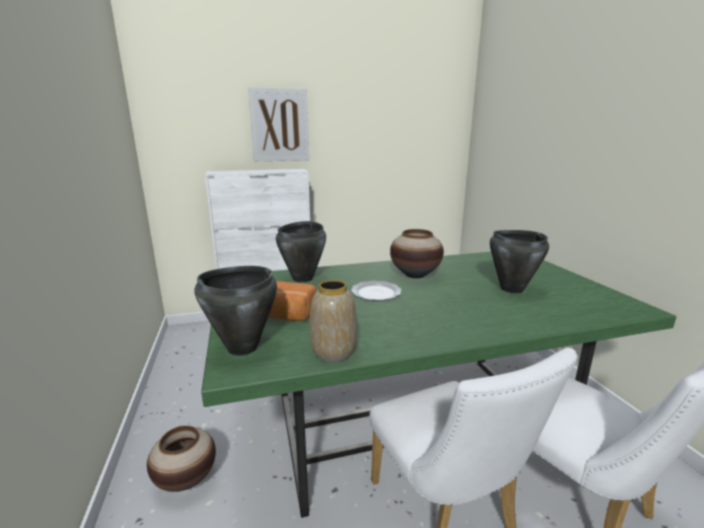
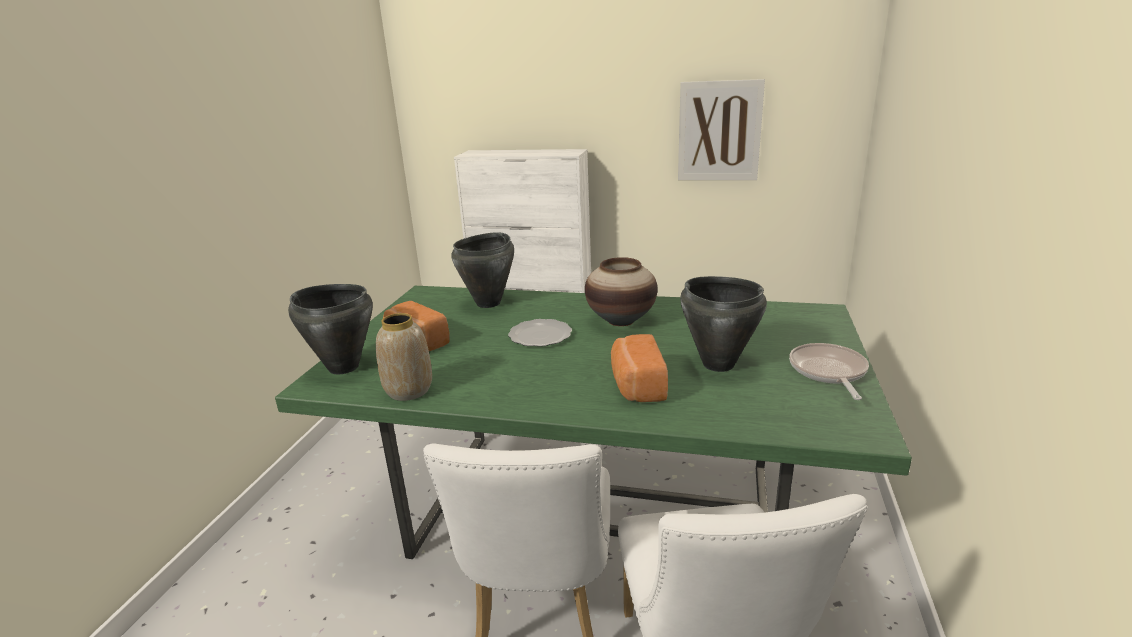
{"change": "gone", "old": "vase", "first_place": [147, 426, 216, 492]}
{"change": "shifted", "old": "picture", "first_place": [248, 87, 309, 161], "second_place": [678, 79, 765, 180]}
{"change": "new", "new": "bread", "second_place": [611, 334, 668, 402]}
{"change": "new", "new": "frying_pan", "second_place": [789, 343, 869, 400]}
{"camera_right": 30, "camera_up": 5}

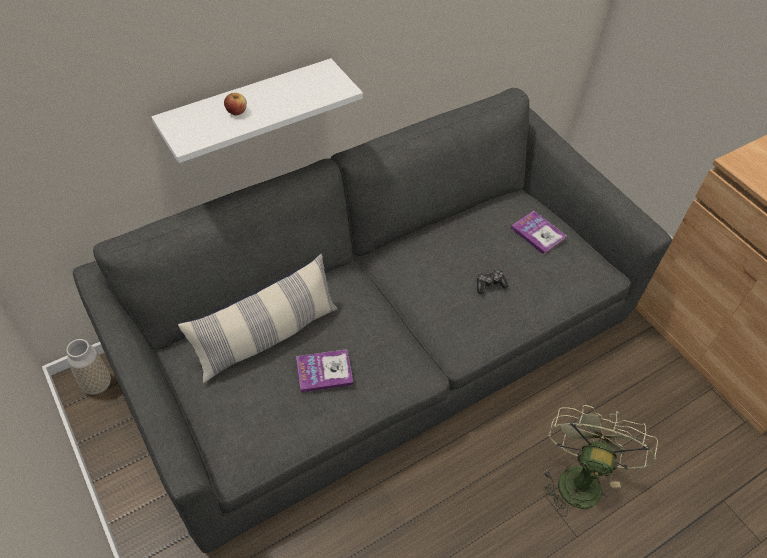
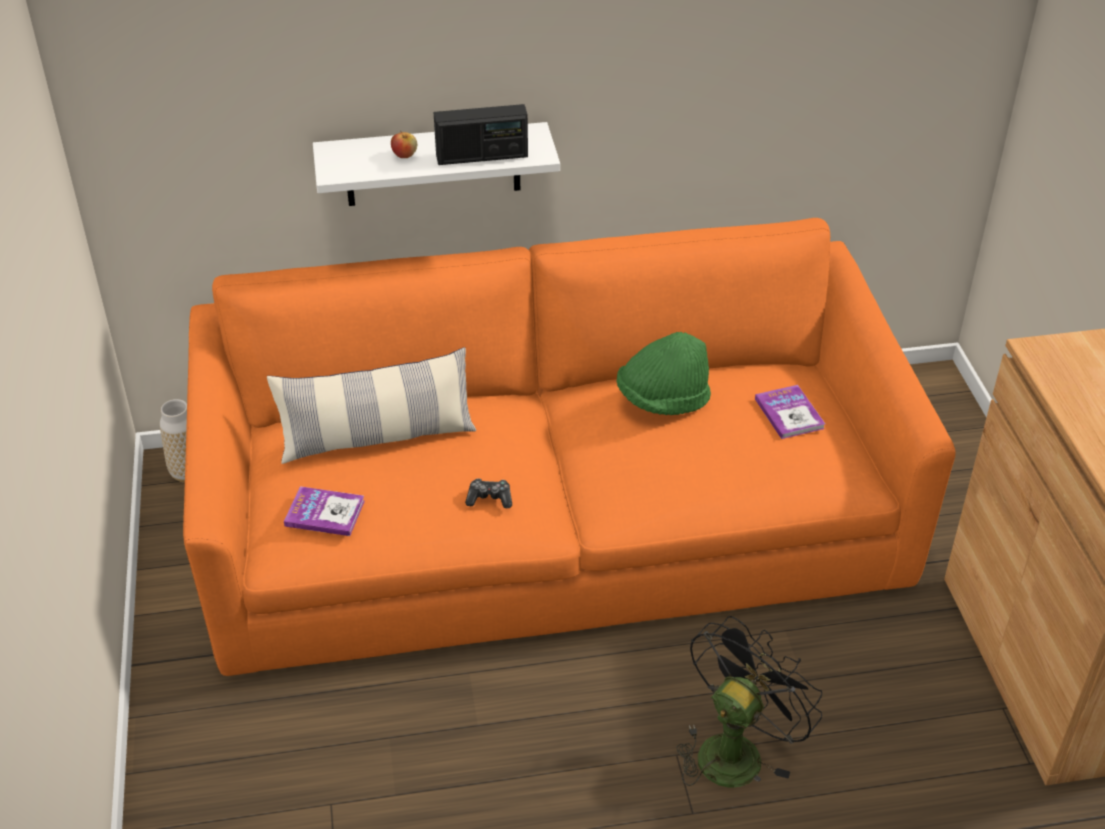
{"change": "repainted", "old": "grey_sofa", "new": "orange_sofa", "first_place": [73, 88, 672, 553], "second_place": [183, 218, 956, 676]}
{"change": "shifted", "old": "book", "first_place": [296, 349, 353, 392], "second_place": [284, 486, 365, 536]}
{"change": "shifted", "old": "game_controller", "first_place": [477, 269, 508, 294], "second_place": [465, 478, 512, 508]}
{"change": "repainted", "old": "green_fan", "new": "black_fan", "first_place": [543, 405, 658, 517], "second_place": [676, 616, 822, 788]}
{"change": "new", "new": "radio", "second_place": [434, 104, 528, 165]}
{"change": "new", "new": "green_hat", "second_place": [617, 332, 711, 415]}
{"camera_right": 25, "camera_up": -10}

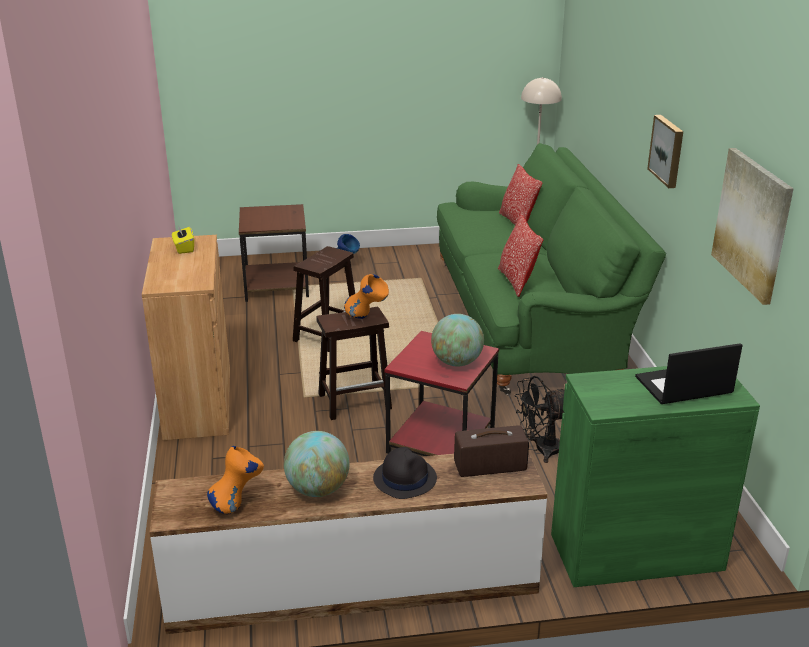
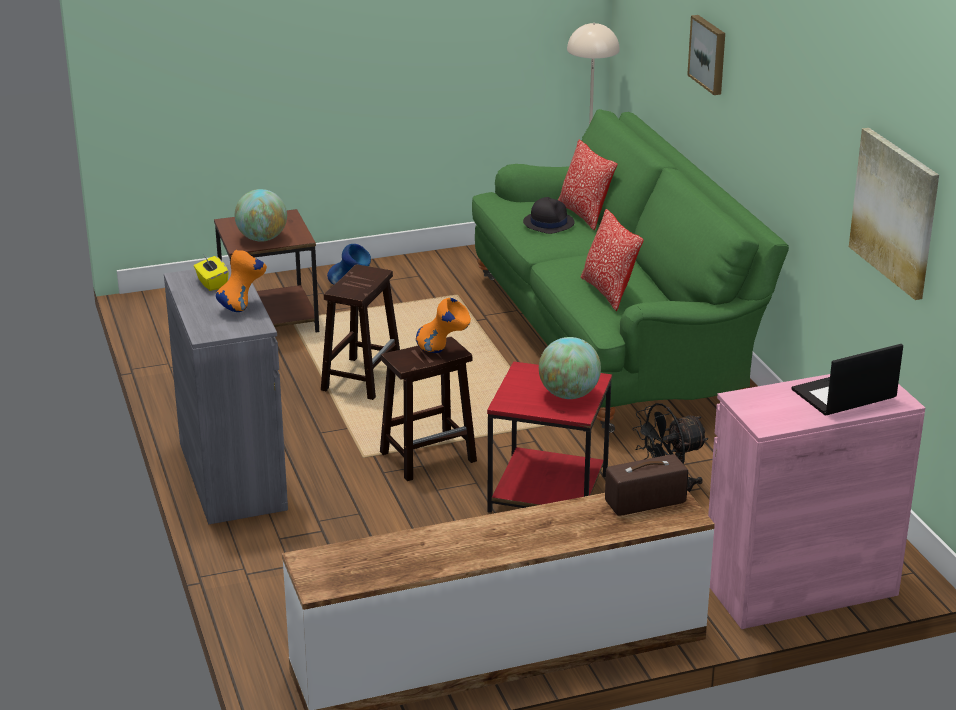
{"change": "repainted", "old": "brown_cabinet", "new": "grey_cabinet", "first_place": [142, 235, 230, 440], "second_place": [164, 264, 288, 525]}
{"change": "shifted", "old": "orange_vase", "first_place": [207, 446, 264, 514], "second_place": [216, 250, 267, 312]}
{"change": "shifted", "old": "globe", "first_place": [284, 431, 350, 497], "second_place": [235, 189, 287, 242]}
{"change": "shifted", "old": "black_hat", "first_place": [373, 447, 437, 499], "second_place": [523, 197, 575, 234]}
{"change": "repainted", "old": "green_cabinet", "new": "pink_cabinet", "first_place": [551, 366, 760, 587], "second_place": [708, 374, 925, 629]}
{"change": "shifted", "old": "picture", "first_place": [647, 115, 683, 188], "second_place": [687, 15, 725, 95]}
{"camera_right": -10, "camera_up": 0}

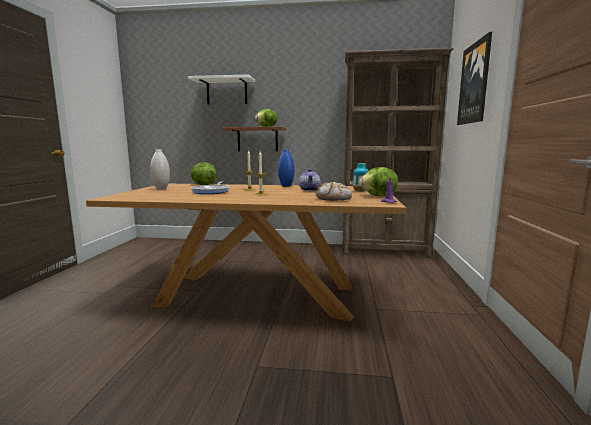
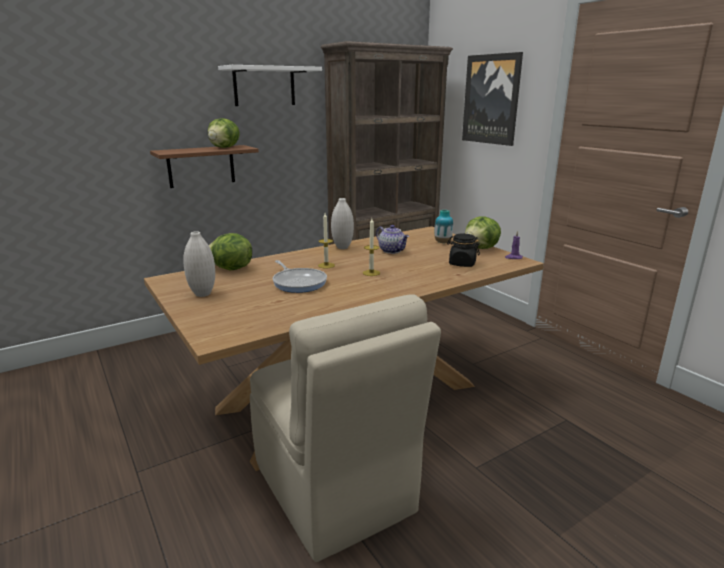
{"change": "shifted", "old": "white_shelf", "first_place": [188, 74, 255, 105], "second_place": [218, 65, 322, 106]}
{"change": "repainted", "old": "blue_vase", "new": "white_vase", "first_place": [278, 149, 295, 187], "second_place": [331, 198, 354, 249]}
{"change": "swapped", "old": "bread", "new": "black_jar", "first_place": [316, 182, 352, 201], "second_place": [447, 233, 480, 267]}
{"change": "new", "new": "beige_chair", "second_place": [250, 295, 441, 562]}
{"camera_right": -40, "camera_up": 10}

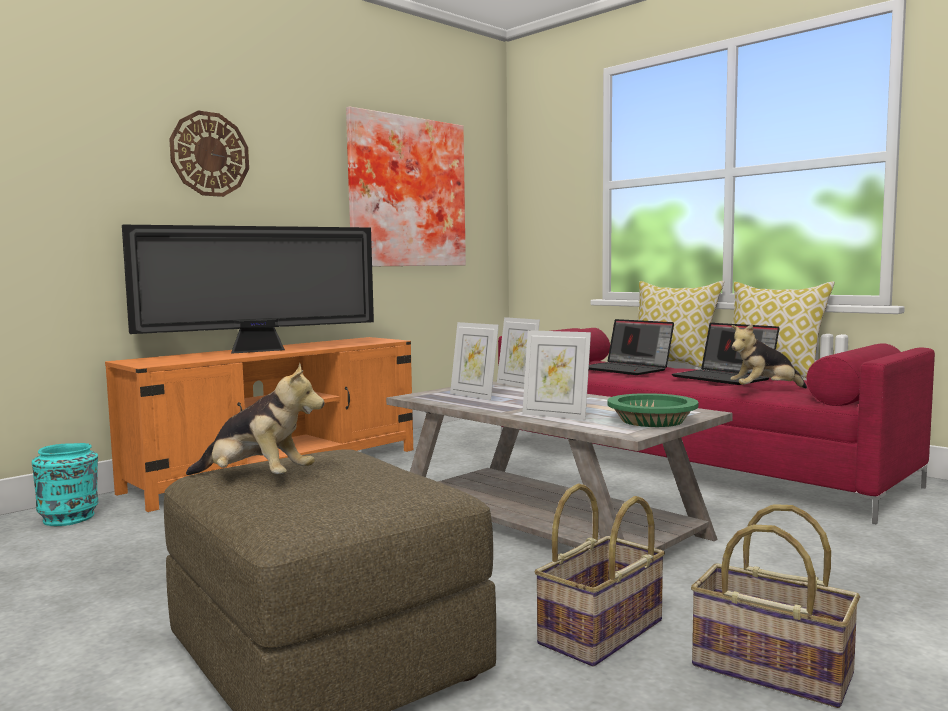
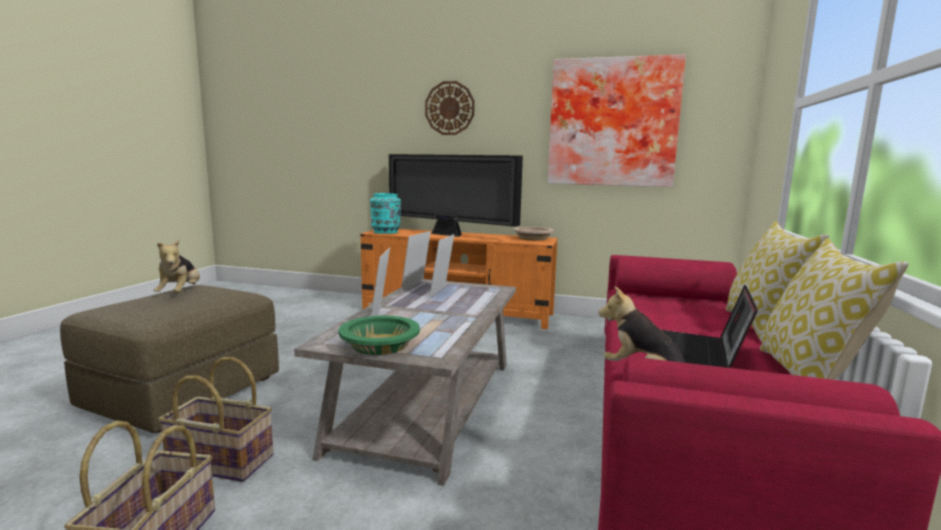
{"change": "shifted", "old": "turquoise_vase", "first_place": [31, 443, 98, 526], "second_place": [370, 193, 401, 234]}
{"change": "shifted", "old": "picture_frame", "first_place": [497, 317, 540, 388], "second_place": [401, 231, 431, 291]}
{"change": "gone", "old": "laptop", "first_place": [589, 319, 674, 375]}
{"change": "new", "new": "beige_bowl", "second_place": [513, 227, 554, 241]}
{"camera_right": 60, "camera_up": 5}

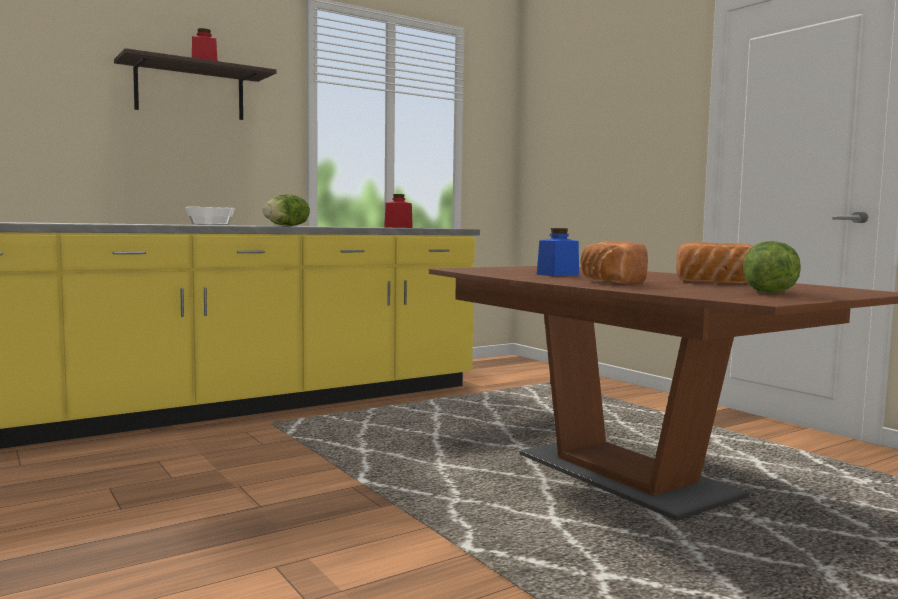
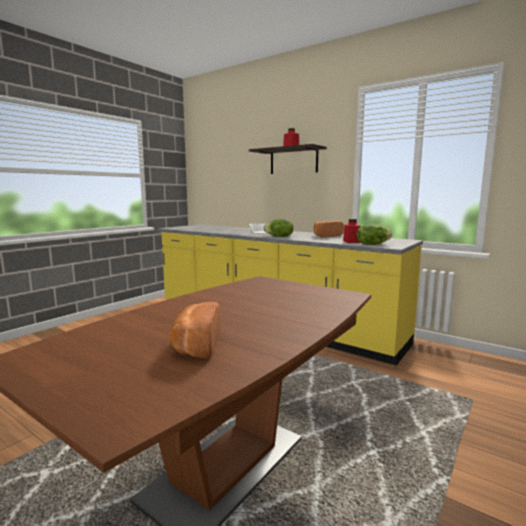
{"change": "gone", "old": "blue_jar", "first_place": [537, 228, 579, 276]}
{"change": "shifted", "old": "bread", "first_place": [581, 241, 648, 284], "second_place": [314, 221, 344, 237]}
{"change": "shifted", "old": "lettuce", "first_place": [743, 241, 801, 293], "second_place": [357, 224, 392, 245]}
{"camera_right": 70, "camera_up": 5}

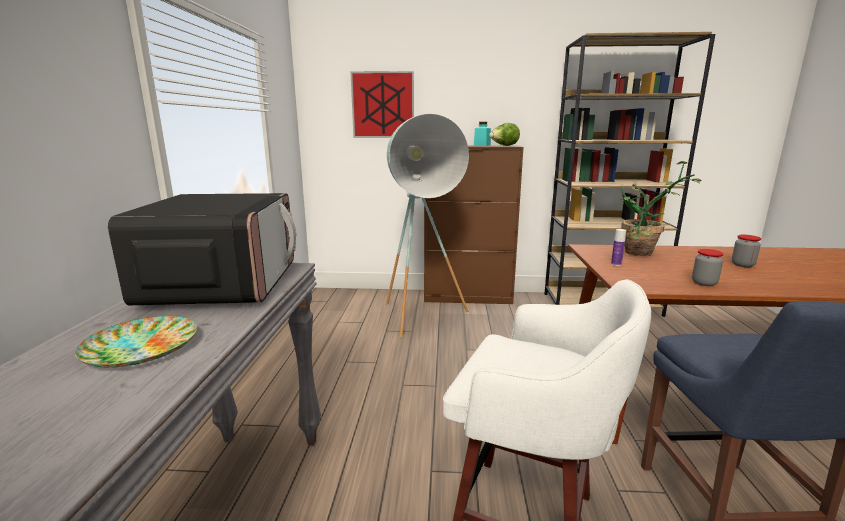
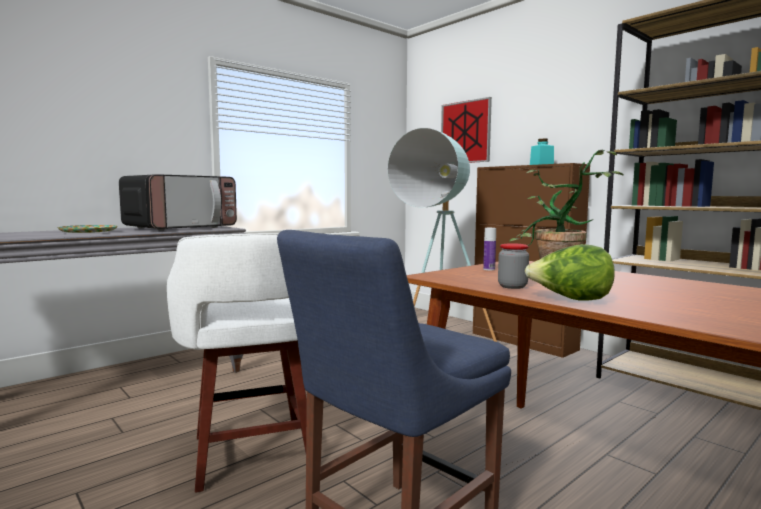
{"change": "shifted", "old": "lettuce", "first_place": [489, 123, 520, 146], "second_place": [525, 244, 615, 301]}
{"change": "gone", "old": "jar", "first_place": [732, 235, 761, 267]}
{"camera_right": 45, "camera_up": -10}

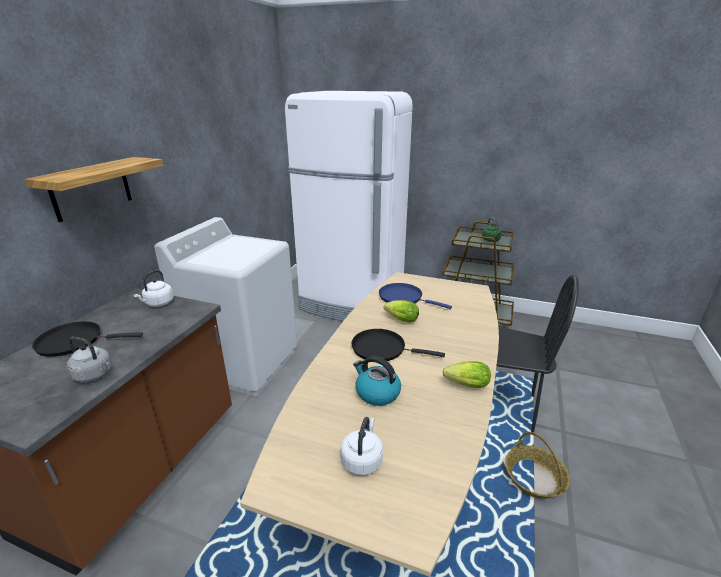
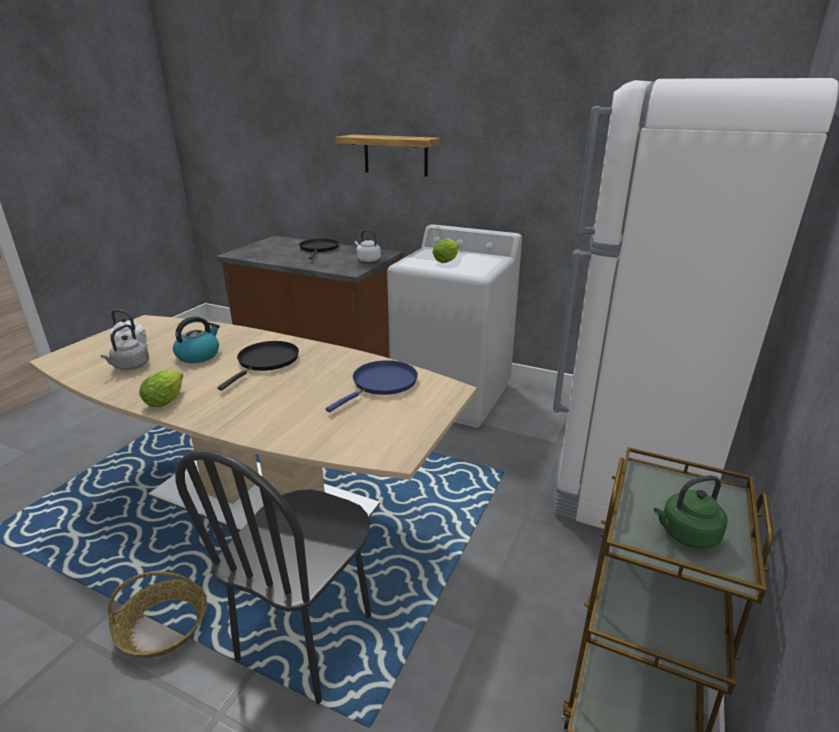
{"change": "shifted", "old": "grey_kettle", "first_place": [67, 337, 112, 382], "second_place": [100, 324, 149, 370]}
{"change": "shifted", "old": "lettuce", "first_place": [384, 300, 419, 323], "second_place": [433, 239, 459, 263]}
{"camera_right": 95, "camera_up": 0}

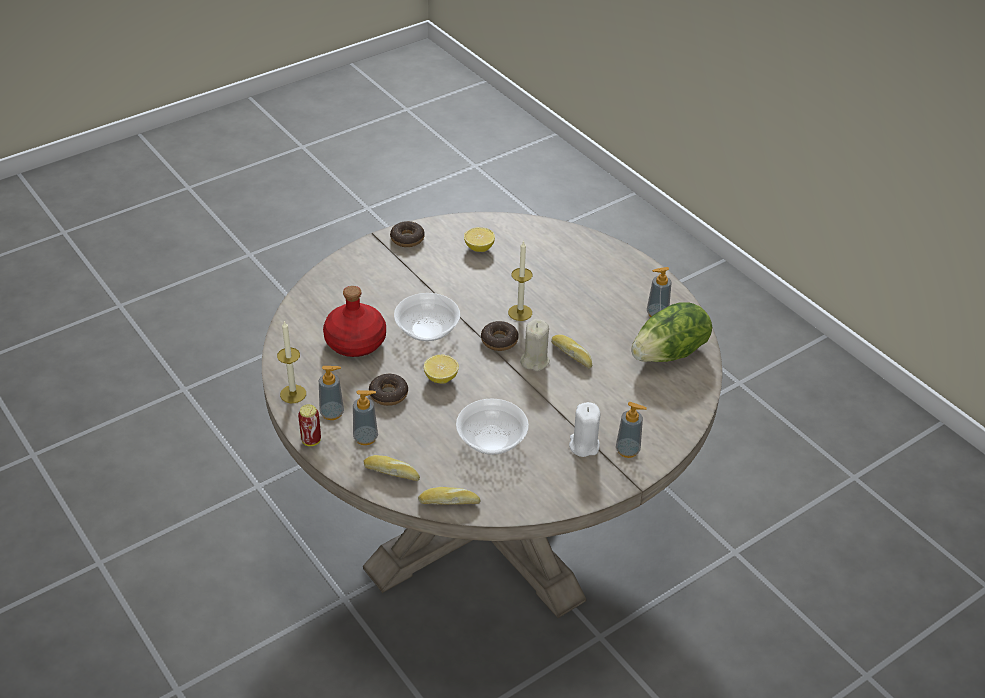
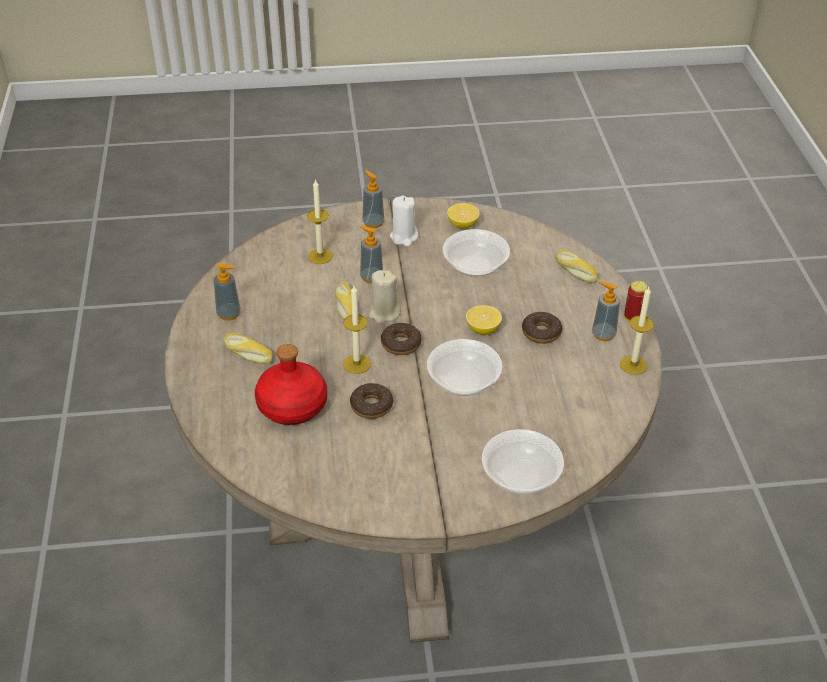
{"change": "shifted", "old": "red_bottle", "first_place": [323, 286, 386, 357], "second_place": [255, 344, 327, 425]}
{"change": "shifted", "old": "soap_dispenser", "first_place": [353, 390, 378, 445], "second_place": [359, 225, 383, 284]}
{"change": "shifted", "old": "donut", "first_place": [390, 221, 425, 247], "second_place": [350, 383, 393, 419]}
{"change": "shifted", "old": "bread", "first_place": [418, 487, 480, 504], "second_place": [223, 333, 273, 364]}
{"change": "shifted", "old": "lemon", "first_place": [464, 227, 495, 252], "second_place": [447, 203, 480, 229]}
{"change": "gone", "old": "lettuce", "first_place": [631, 302, 712, 362]}
{"change": "new", "new": "candle", "second_place": [307, 179, 333, 264]}
{"change": "new", "new": "bowl", "second_place": [482, 429, 564, 494]}
{"camera_right": -150, "camera_up": 0}

